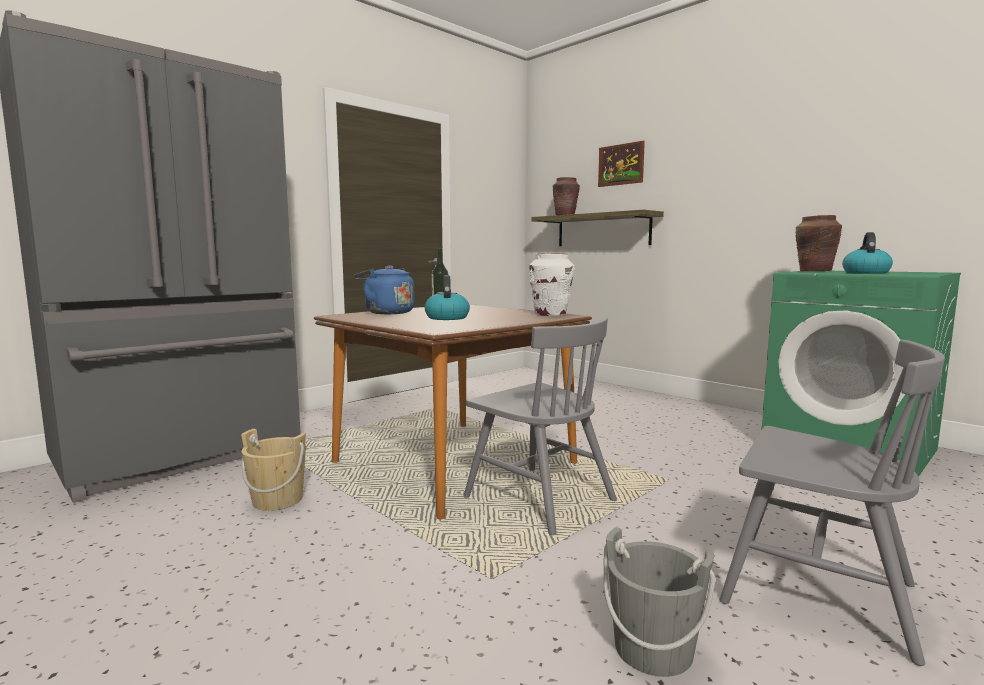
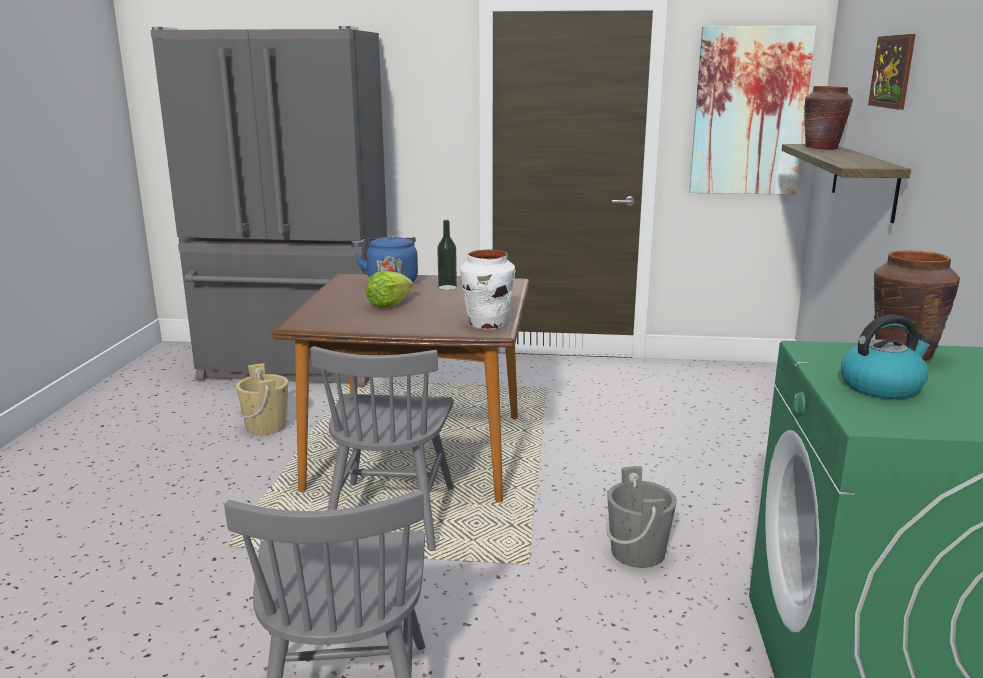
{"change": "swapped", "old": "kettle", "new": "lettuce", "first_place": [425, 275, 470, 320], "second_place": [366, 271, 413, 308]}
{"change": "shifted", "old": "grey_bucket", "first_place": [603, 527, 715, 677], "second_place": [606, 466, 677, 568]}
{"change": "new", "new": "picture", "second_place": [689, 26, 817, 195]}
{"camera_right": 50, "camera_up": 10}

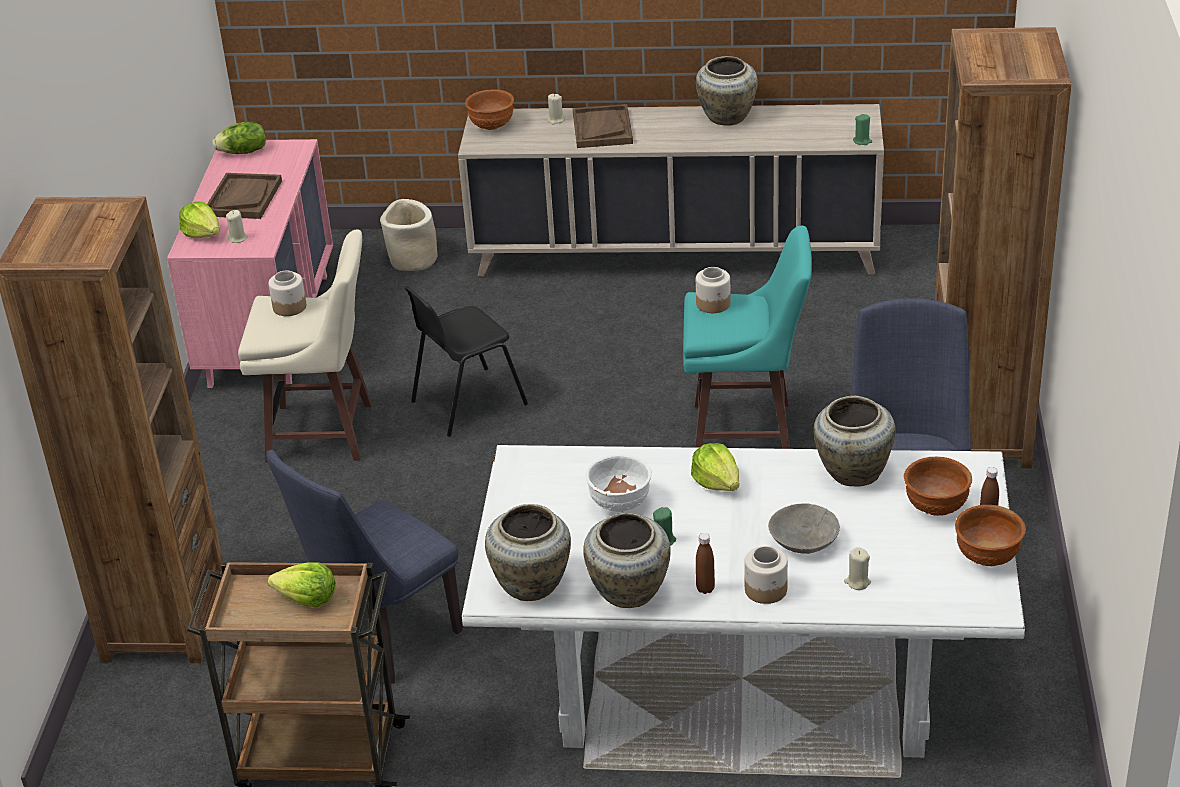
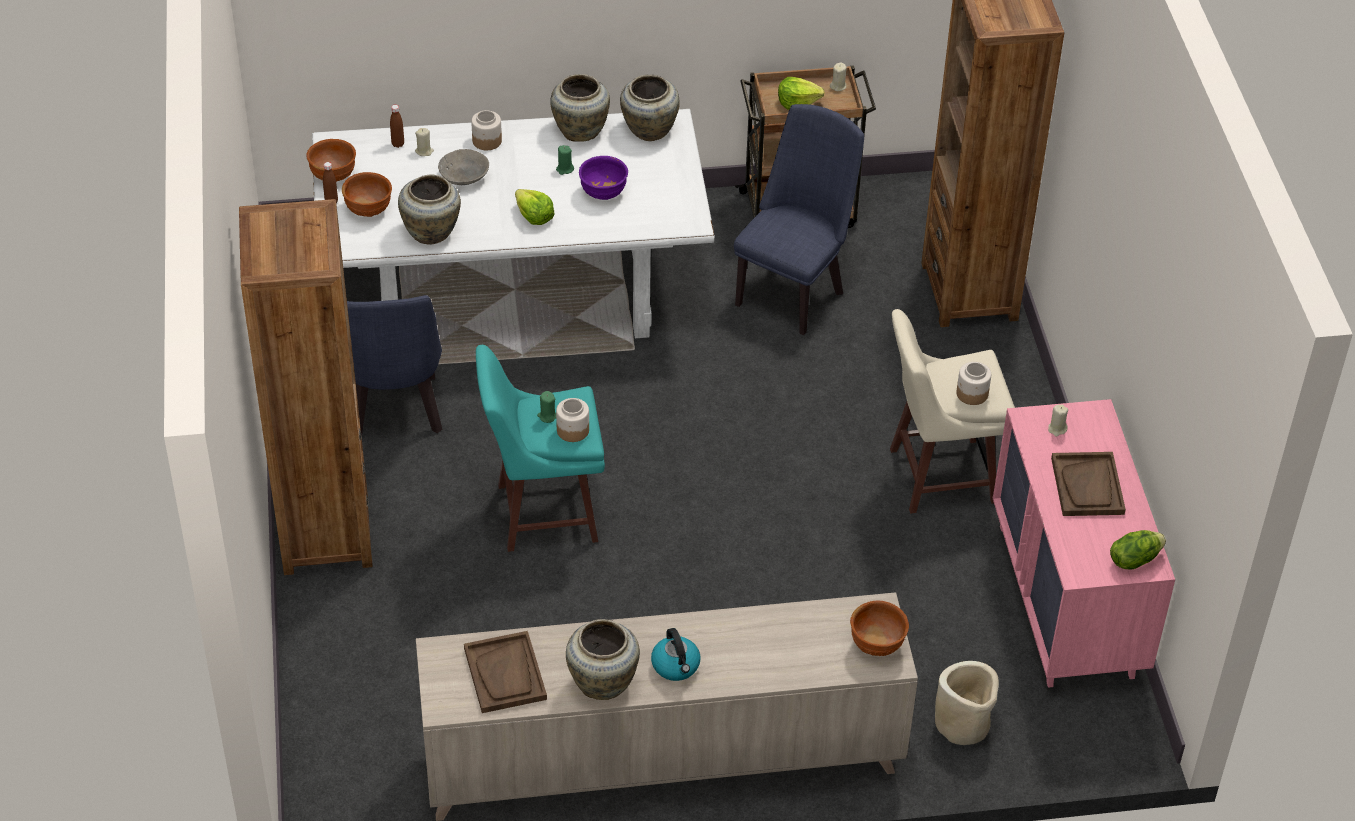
{"change": "gone", "old": "lettuce", "first_place": [179, 201, 220, 238]}
{"change": "gone", "old": "black_chair", "first_place": [405, 286, 528, 437]}
{"change": "shifted", "old": "beige_candle", "first_place": [547, 94, 565, 125], "second_place": [830, 62, 847, 91]}
{"change": "shifted", "old": "brown_tray", "first_place": [573, 104, 633, 148], "second_place": [464, 631, 547, 713]}
{"change": "repainted", "old": "white_bowl", "new": "purple_bowl", "first_place": [585, 454, 652, 512], "second_place": [579, 156, 628, 200]}
{"change": "shifted", "old": "brown_bottle", "first_place": [696, 533, 715, 594], "second_place": [390, 105, 404, 148]}
{"change": "shifted", "old": "green_candle", "first_place": [853, 114, 872, 145], "second_place": [537, 391, 556, 423]}
{"change": "new", "new": "kettle", "second_place": [651, 628, 701, 681]}
{"camera_right": 165, "camera_up": 10}

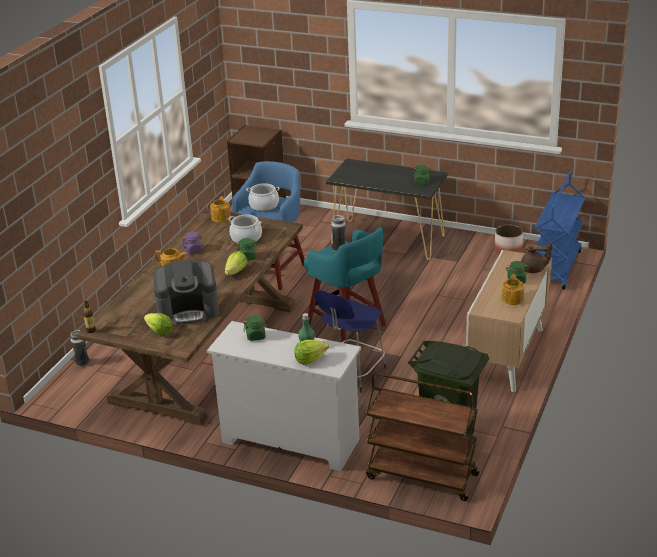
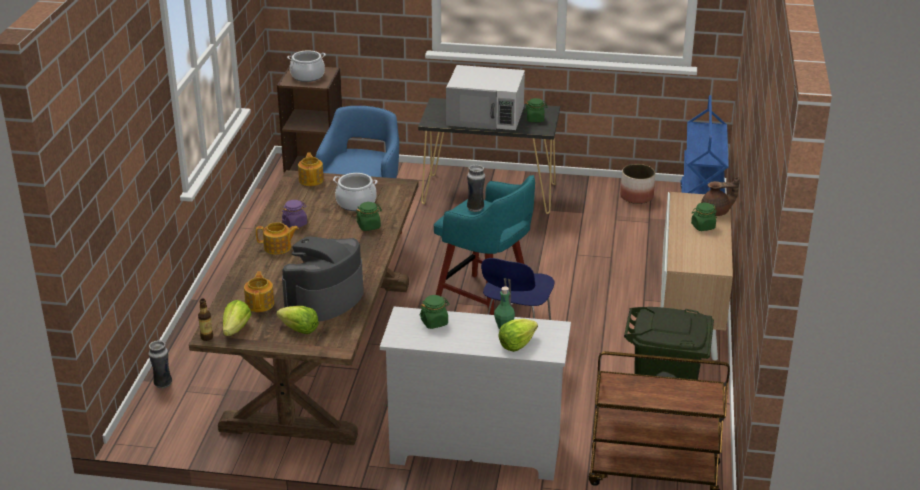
{"change": "rotated", "old": "coffee_machine", "first_place": [153, 259, 219, 325], "second_place": [282, 236, 364, 321], "degrees": 150}
{"change": "shifted", "old": "lettuce", "first_place": [225, 251, 248, 275], "second_place": [223, 300, 252, 336]}
{"change": "shifted", "old": "cooking_pot", "first_place": [246, 183, 280, 211], "second_place": [287, 50, 326, 82]}
{"change": "shifted", "old": "teapot", "first_place": [502, 274, 524, 305], "second_place": [244, 271, 274, 312]}
{"change": "new", "new": "white_microwave", "second_place": [446, 65, 525, 130]}
{"camera_right": -15, "camera_up": 0}

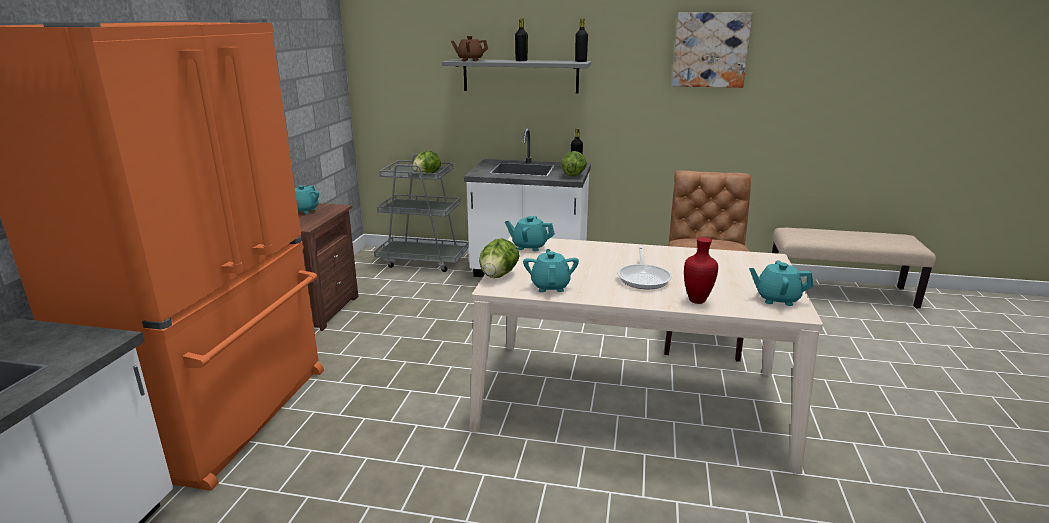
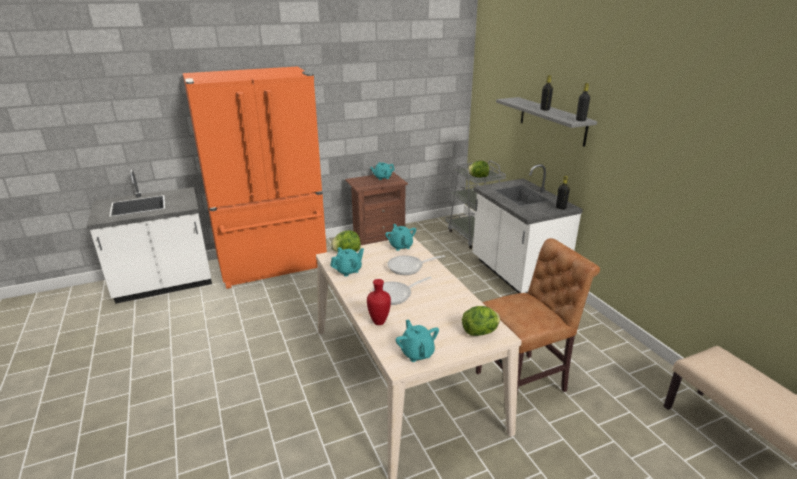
{"change": "gone", "old": "brown_teapot", "first_place": [451, 36, 488, 61]}
{"change": "shifted", "old": "lettuce", "first_place": [562, 151, 587, 177], "second_place": [462, 306, 500, 336]}
{"change": "gone", "old": "picture", "first_place": [672, 13, 753, 88]}
{"change": "new", "new": "frying_pan", "second_place": [387, 255, 445, 275]}
{"camera_right": 55, "camera_up": 5}

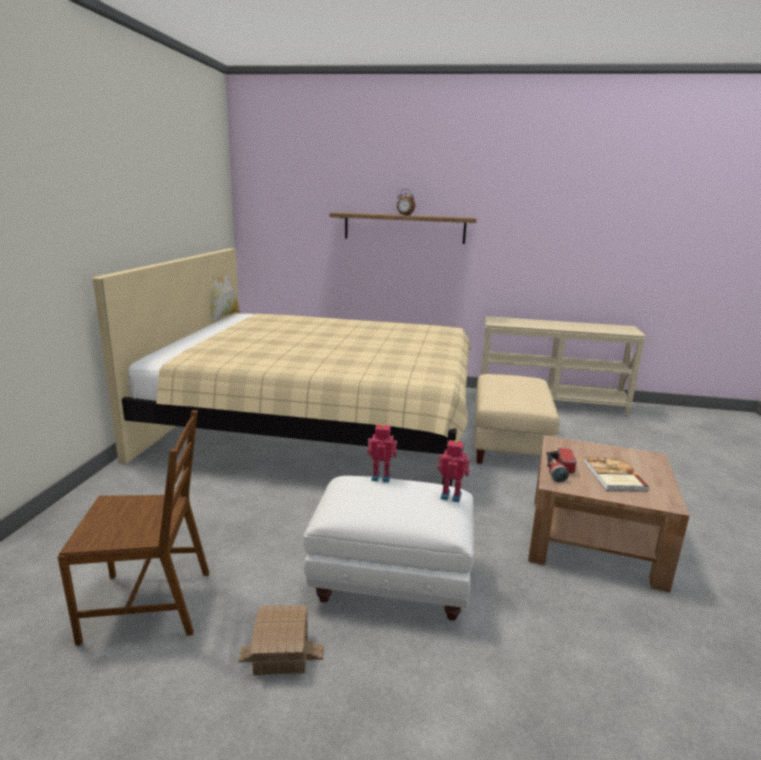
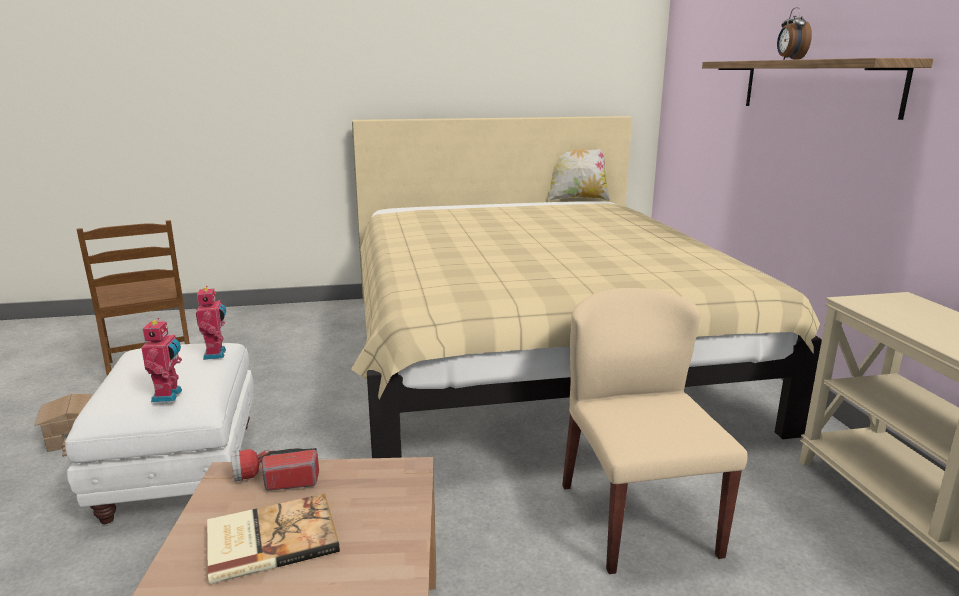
{"change": "swapped", "old": "beige_ottoman", "new": "beige_chair", "first_place": [474, 374, 560, 464], "second_place": [562, 288, 747, 574]}
{"camera_right": 70, "camera_up": 0}

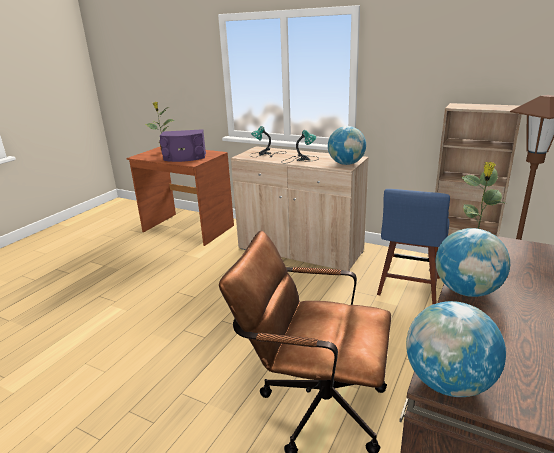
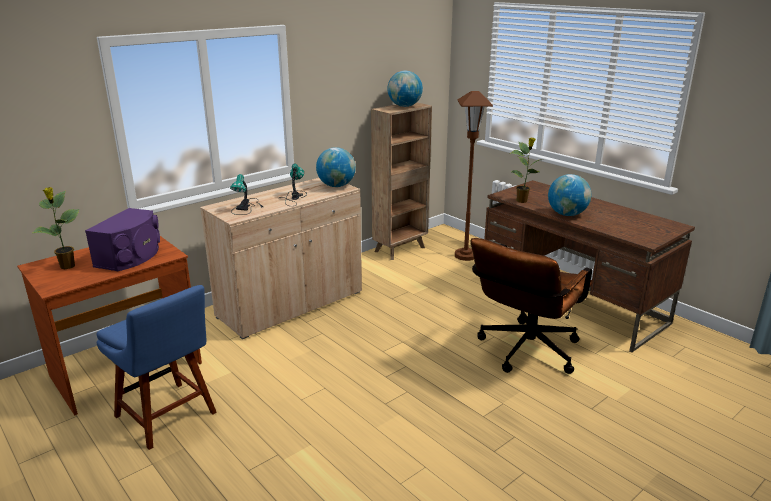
{"change": "shifted", "old": "blue_chair", "first_place": [377, 189, 450, 305], "second_place": [97, 285, 217, 450]}
{"change": "shifted", "old": "globe", "first_place": [406, 301, 506, 397], "second_place": [387, 71, 423, 107]}
{"camera_right": -70, "camera_up": 0}

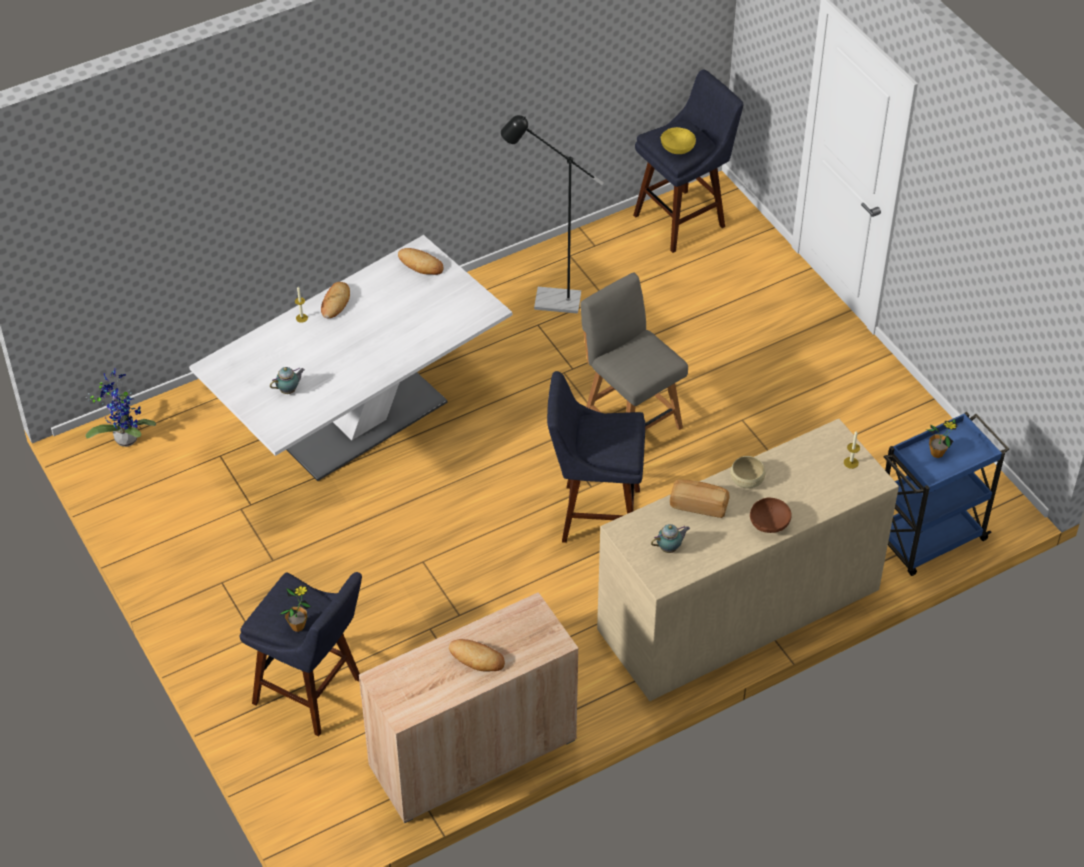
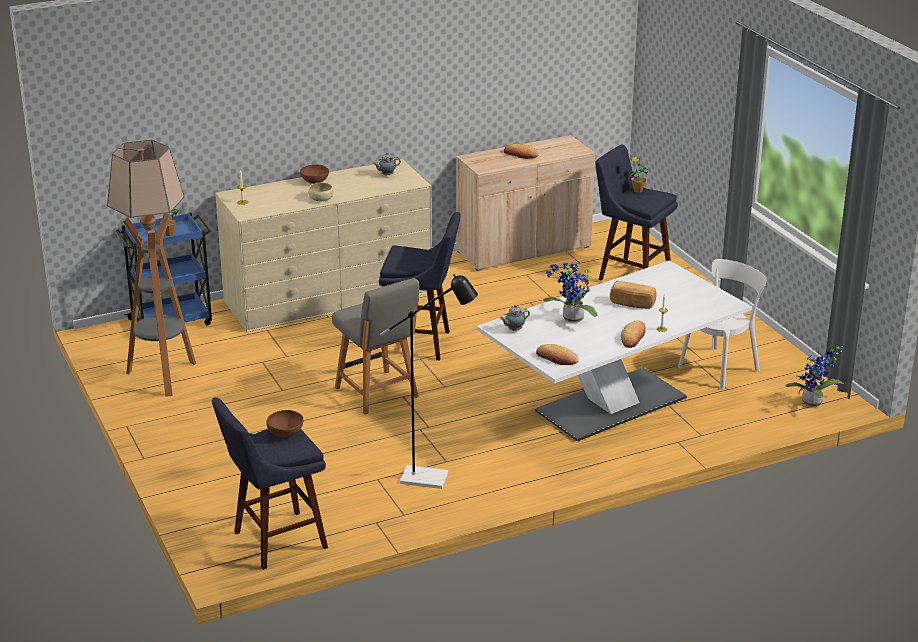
{"change": "shifted", "old": "teapot", "first_place": [270, 367, 305, 394], "second_place": [500, 305, 530, 331]}
{"change": "repainted", "old": "yellow_bowl", "new": "brown_bowl", "first_place": [661, 127, 696, 154], "second_place": [266, 410, 304, 437]}
{"change": "shifted", "old": "bread", "first_place": [670, 480, 730, 518], "second_place": [610, 281, 657, 309]}
{"change": "new", "new": "floor_lamp", "second_place": [107, 140, 196, 397]}
{"change": "new", "new": "potted_plant", "second_place": [543, 262, 598, 323]}
{"change": "new", "new": "white_chair", "second_place": [678, 259, 767, 389]}
{"camera_right": -175, "camera_up": -20}

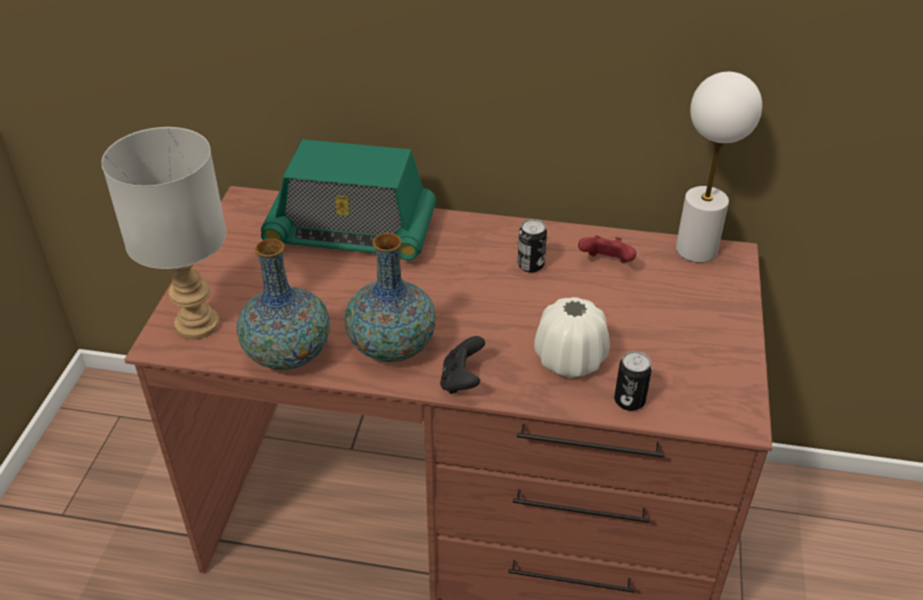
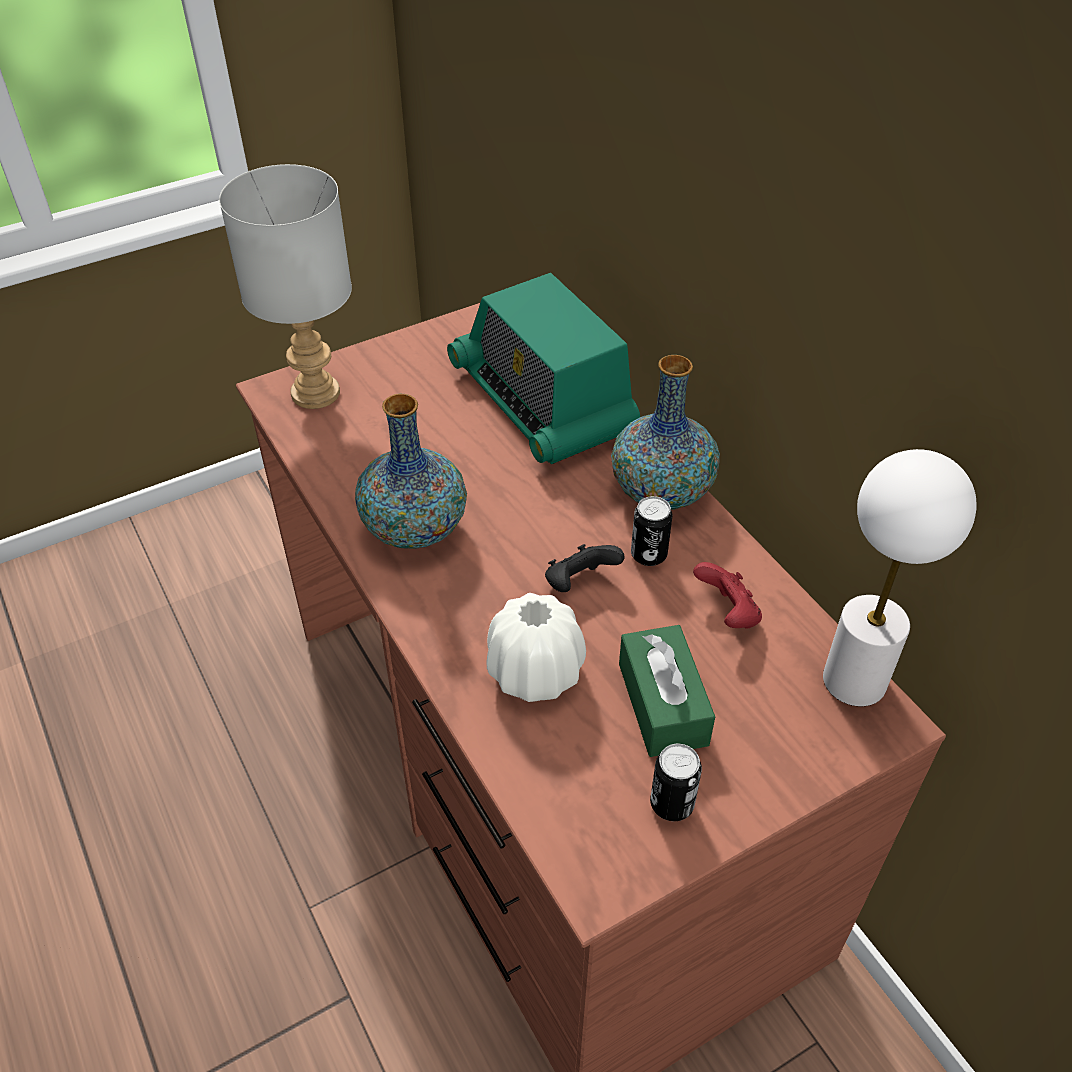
{"change": "shifted", "old": "vase", "first_place": [237, 239, 330, 370], "second_place": [611, 355, 720, 510]}
{"change": "shifted", "old": "black_game_controller", "first_place": [440, 336, 485, 394], "second_place": [545, 544, 625, 592]}
{"change": "shifted", "old": "can", "first_place": [614, 351, 652, 411], "second_place": [650, 744, 702, 821]}
{"change": "new", "new": "green_tissue_box", "second_place": [619, 625, 715, 757]}
{"camera_right": 50, "camera_up": 5}

